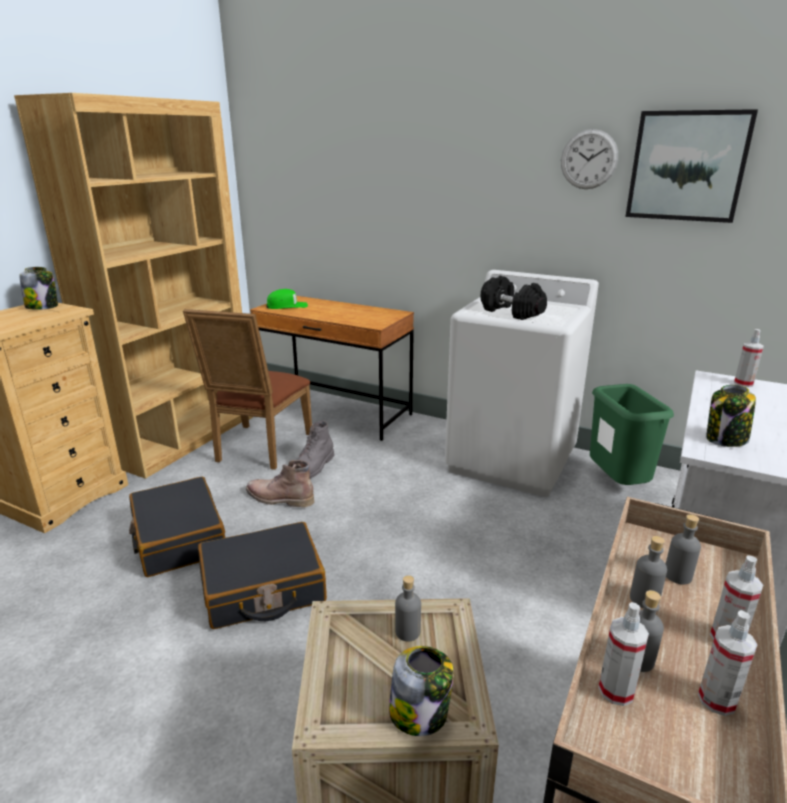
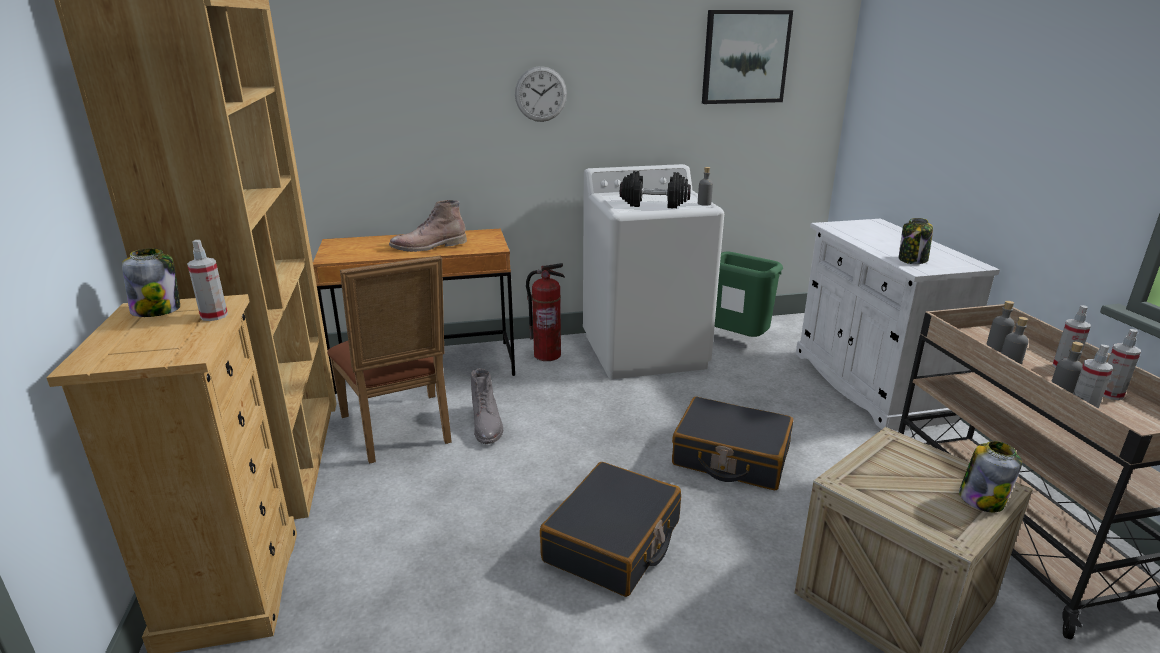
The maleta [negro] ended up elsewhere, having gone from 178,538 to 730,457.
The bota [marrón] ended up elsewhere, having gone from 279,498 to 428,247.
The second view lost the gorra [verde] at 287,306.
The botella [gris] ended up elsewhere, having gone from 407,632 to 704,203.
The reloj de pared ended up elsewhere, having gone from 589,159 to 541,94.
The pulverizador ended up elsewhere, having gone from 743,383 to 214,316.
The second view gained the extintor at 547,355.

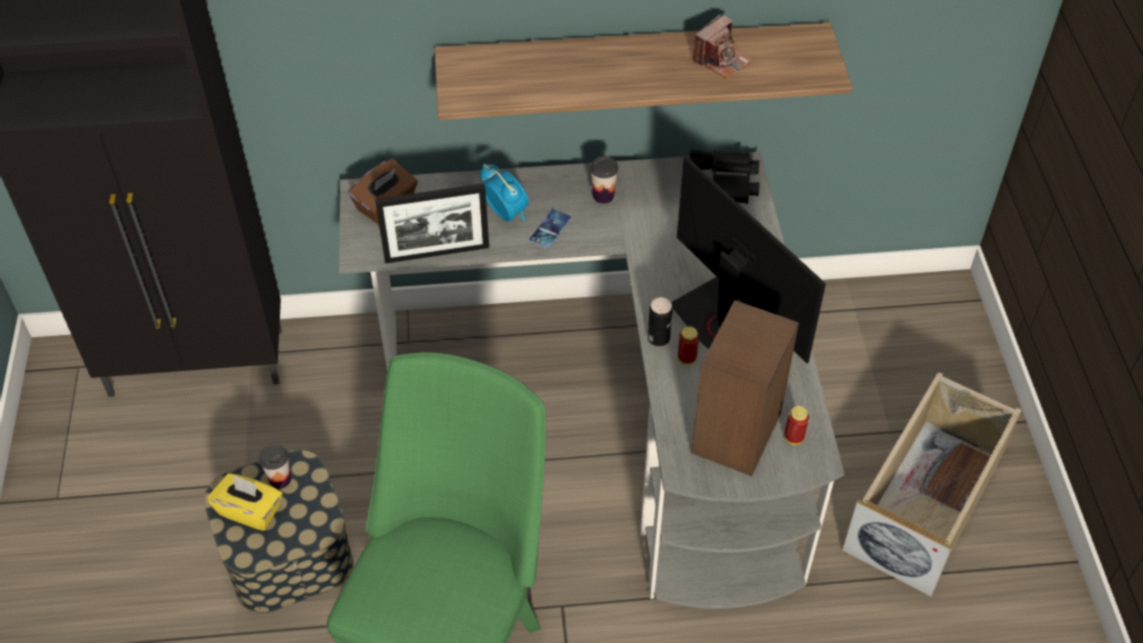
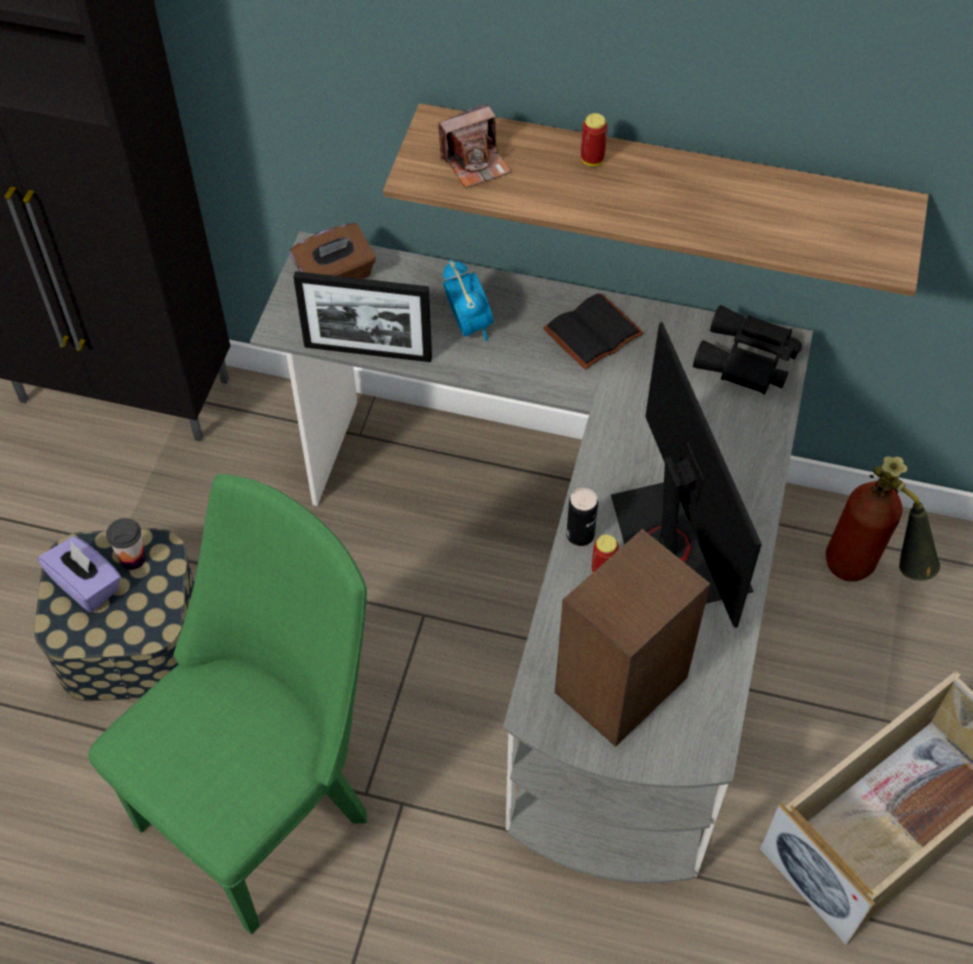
What was the caja de pañuelos [amarillo] at 250,511 turned into the caja de pañuelos [morado] at 87,585.
The second view lost the móvil at 550,229.
Where the taza stood at 603,196, the libro [negro] came to stand at 593,335.
The cámara ended up elsewhere, having gone from 721,60 to 475,162.
The lata ended up elsewhere, having gone from 793,438 to 592,160.
The second view gained the extintor at 867,575.

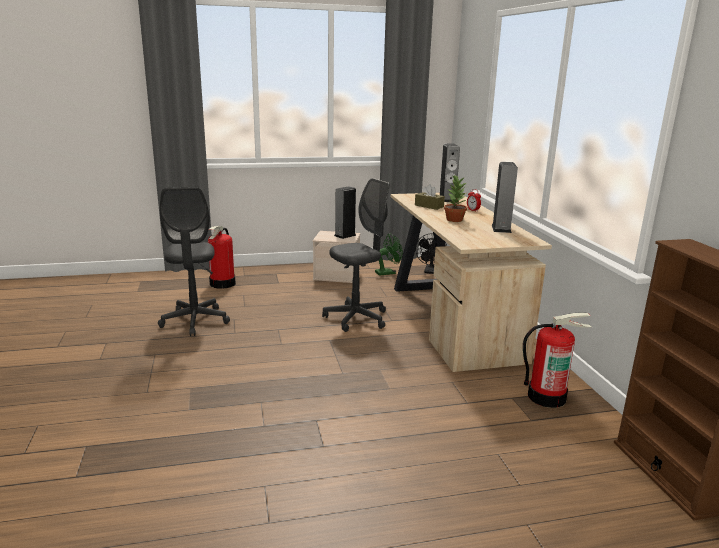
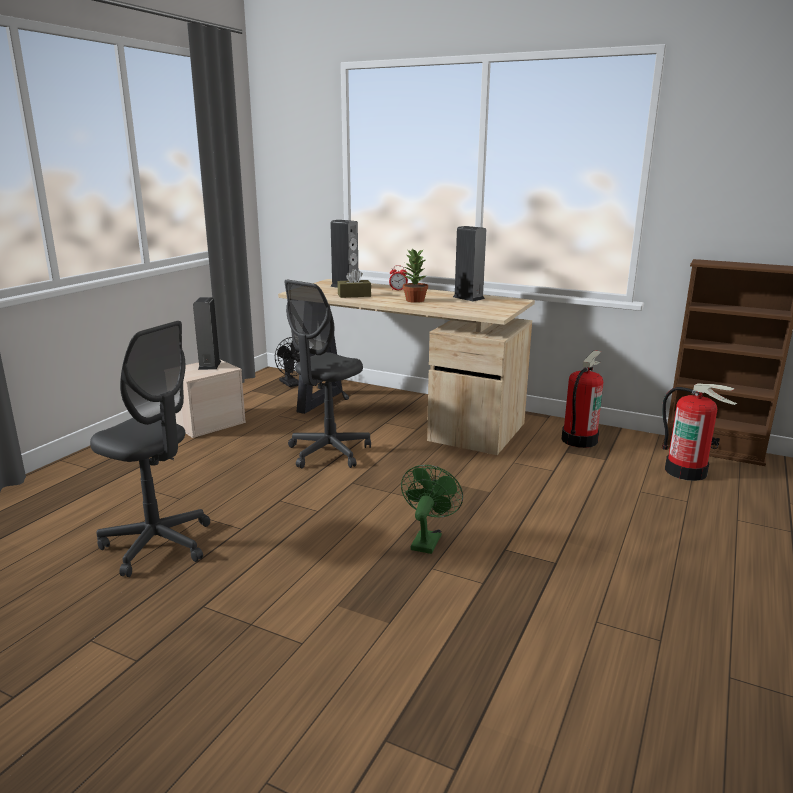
The extintor ended up elsewhere, having gone from 223,284 to 686,471.
The silla de oficina [gris] at 356,318 ended up facing another way, 150 degrees counterclockwise from before.
The ventilador [verde] ended up elsewhere, having gone from 388,272 to 427,539.

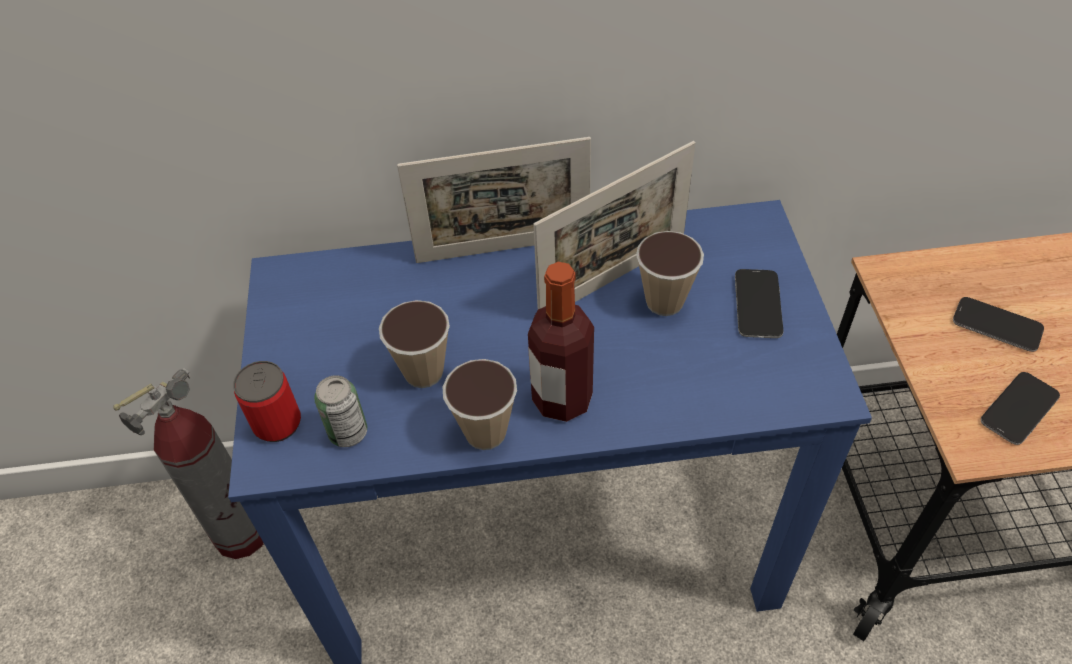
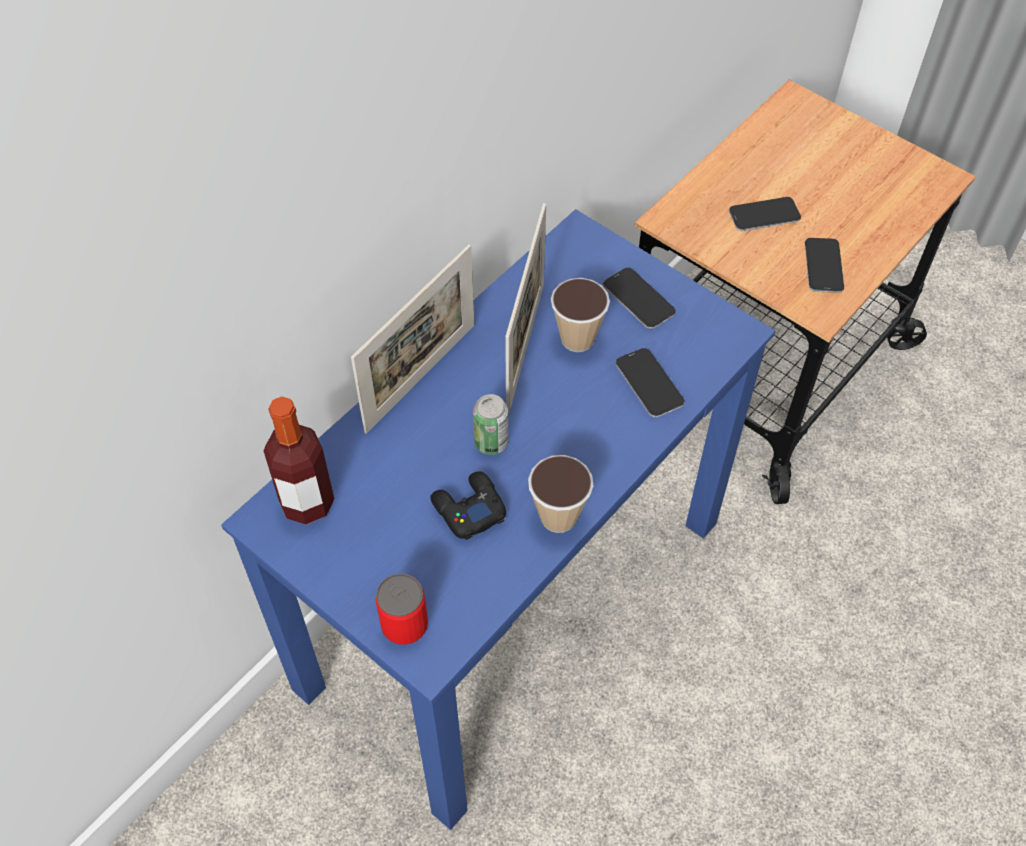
The second view lost the extintor at 242,533.
The lata ended up elsewhere, having gone from 348,432 to 491,442.
Where the taza stood at 423,372, the mando de consola [negro] came to stand at 468,509.
The botella ended up elsewhere, having gone from 562,399 to 307,503.
The second view gained the móvil at 649,383.

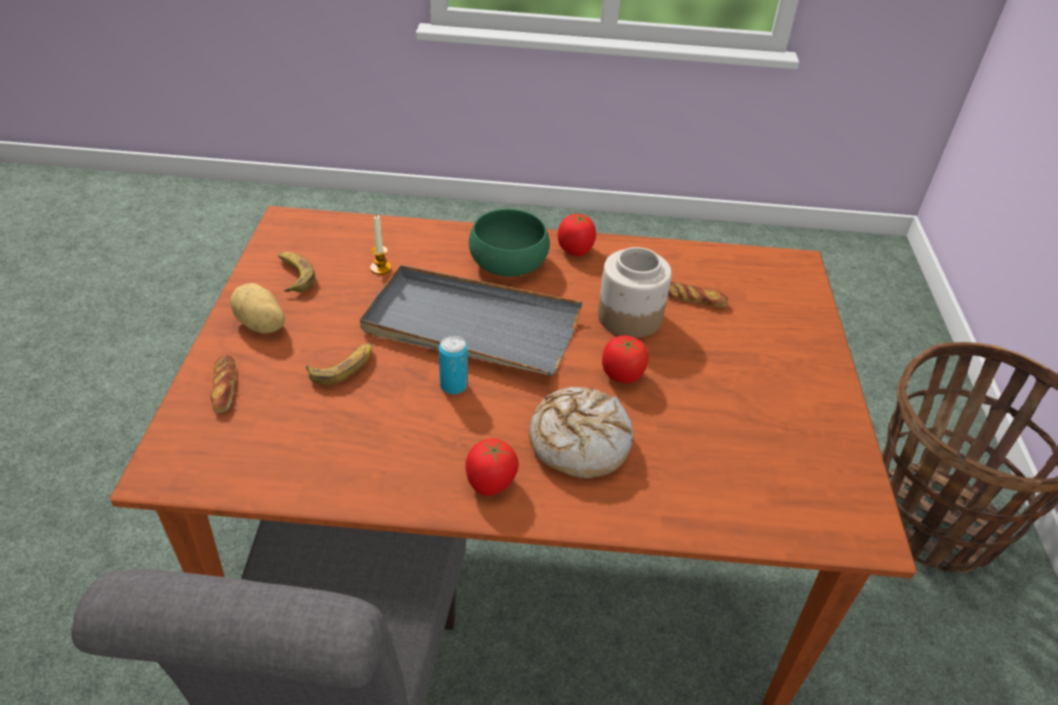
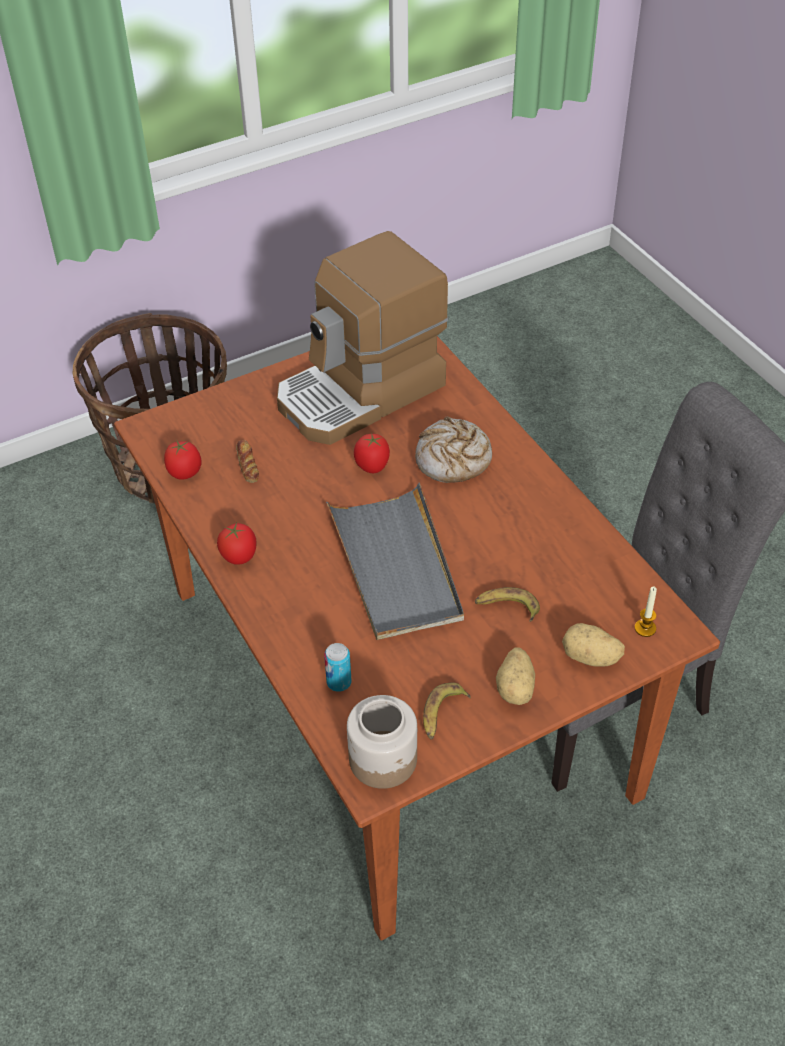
Where the pan stood at 224,387, the patata came to stand at 590,658.
The vela ended up elsewhere, having gone from 381,268 to 645,628.
The lata ended up elsewhere, having gone from 453,385 to 339,682.
The tomate ended up elsewhere, having gone from 490,483 to 185,472.
The second view lost the cuenco [verde] at 508,262.
The tarro ended up elsewhere, having gone from 629,317 to 384,760.
The second view gained the cafetera at 361,393.

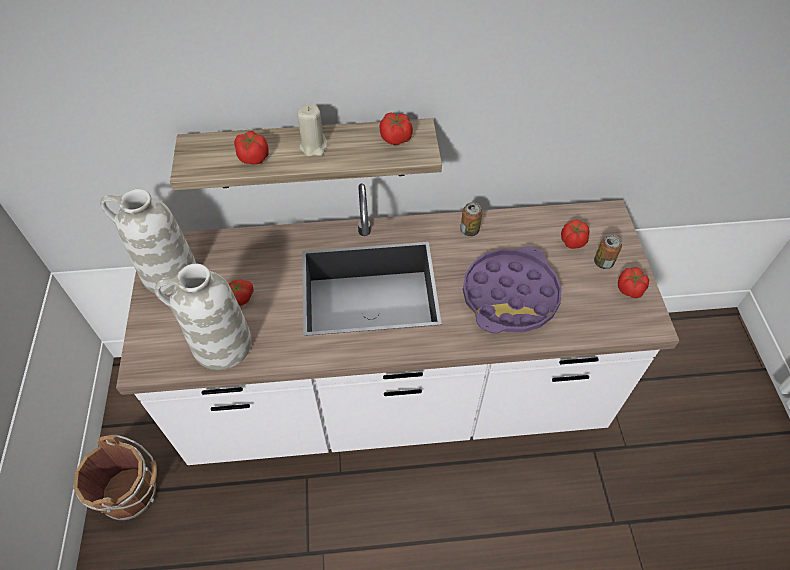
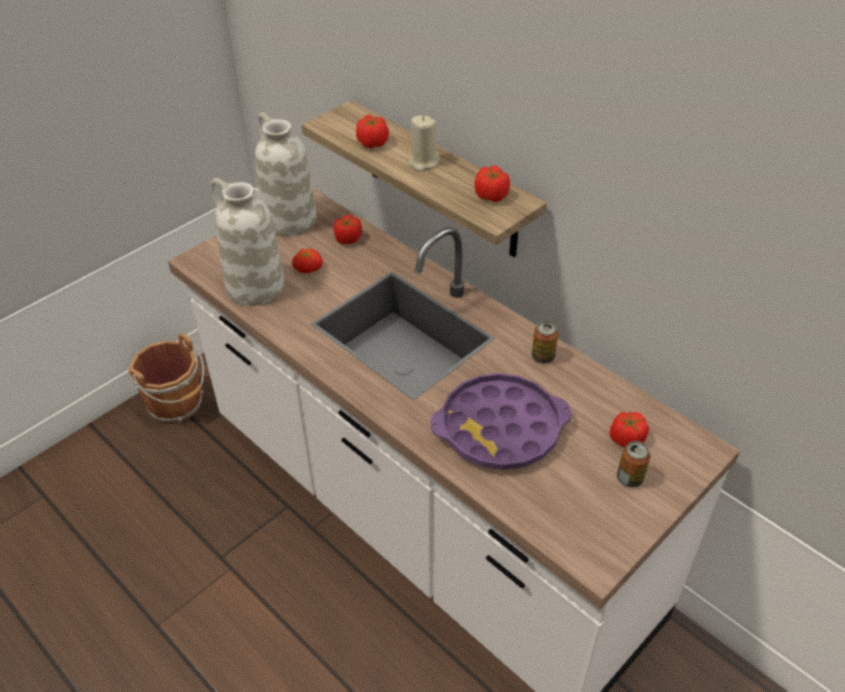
The tomate ended up elsewhere, having gone from 630,289 to 348,239.

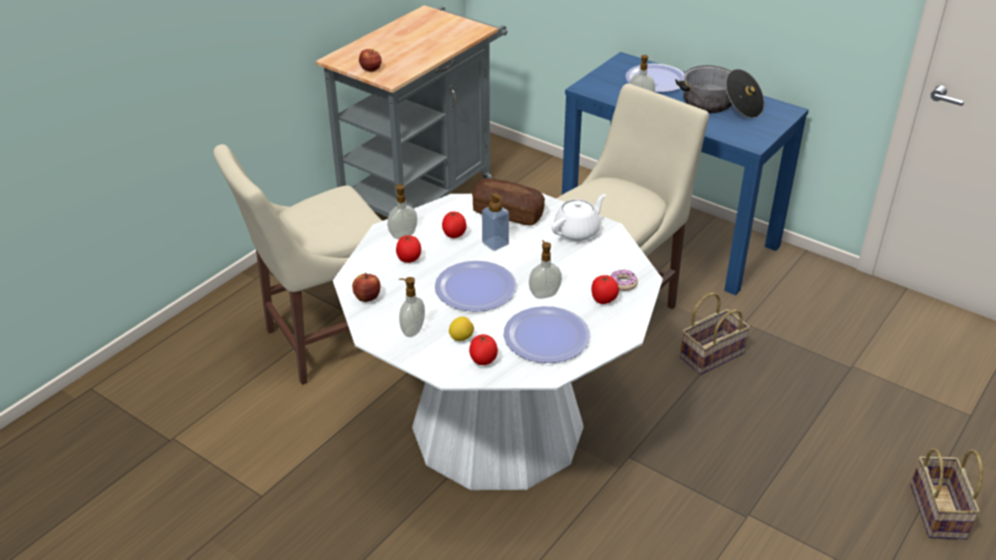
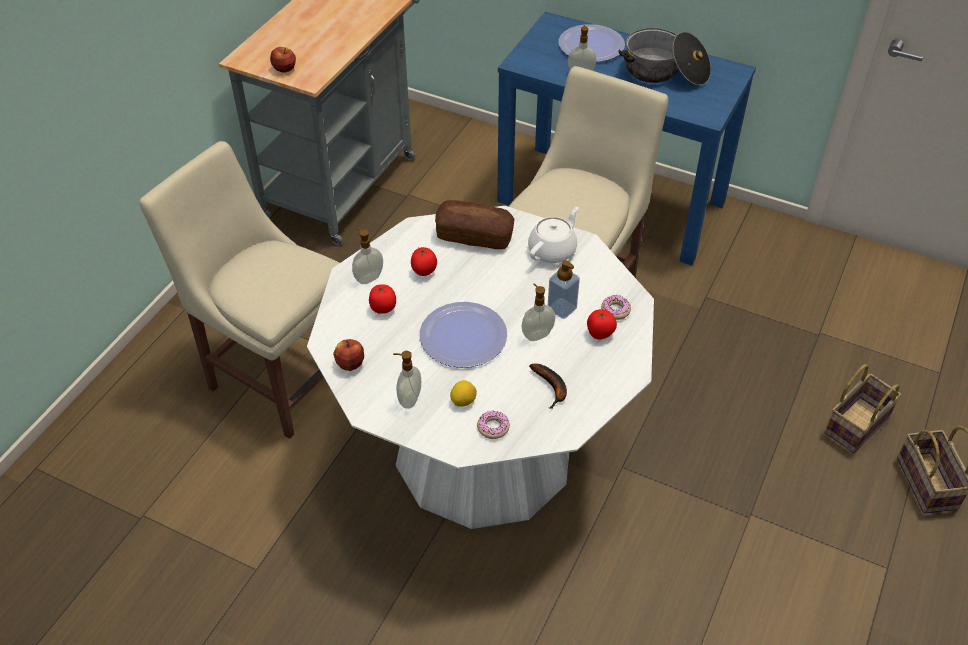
The silla [beis] at 323,341 ended up facing another way, 75 degrees clockwise from before.
Where the tomate stood at 483,361, the rosquilla came to stand at 493,427.
The dispensador de jabón ended up elsewhere, having gone from 495,243 to 562,308.
Where the plato stood at 546,337, the plátano came to stand at 552,387.
The cesta ended up elsewhere, having gone from 712,354 to 856,423.

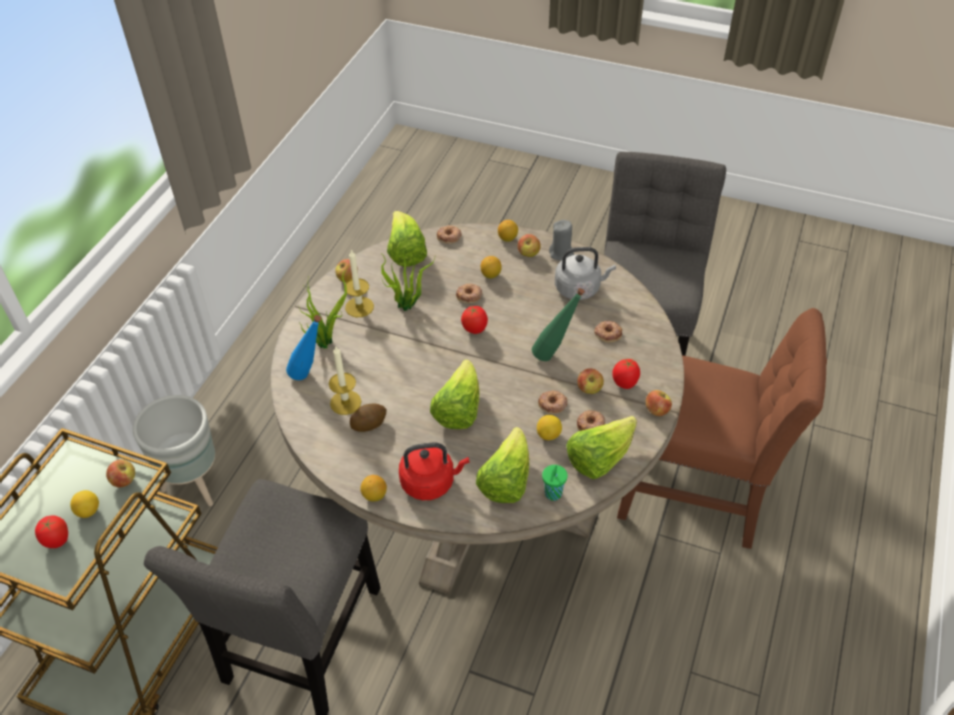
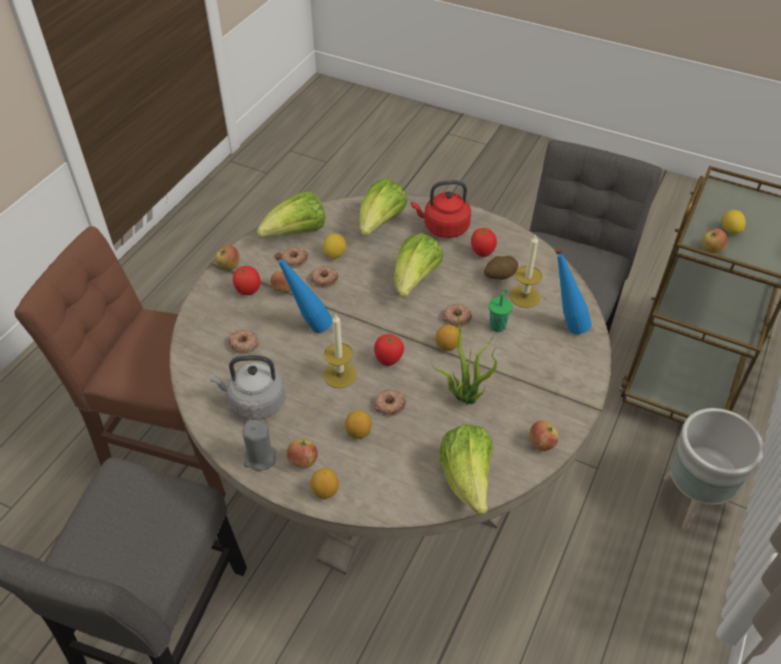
The tomate ended up elsewhere, having gone from 57,542 to 482,253.
The second view lost the planta en maceta at 325,340.
The vela ended up elsewhere, having gone from 359,307 to 340,375.
The limón ended up elsewhere, having gone from 374,495 to 447,346.
The rosquilla ended up elsewhere, having gone from 449,237 to 456,317.
What was the botella [verde] at 555,355 turned into the botella [azul] at 308,325.
The taza [verde] ended up elsewhere, having gone from 552,494 to 498,325.

